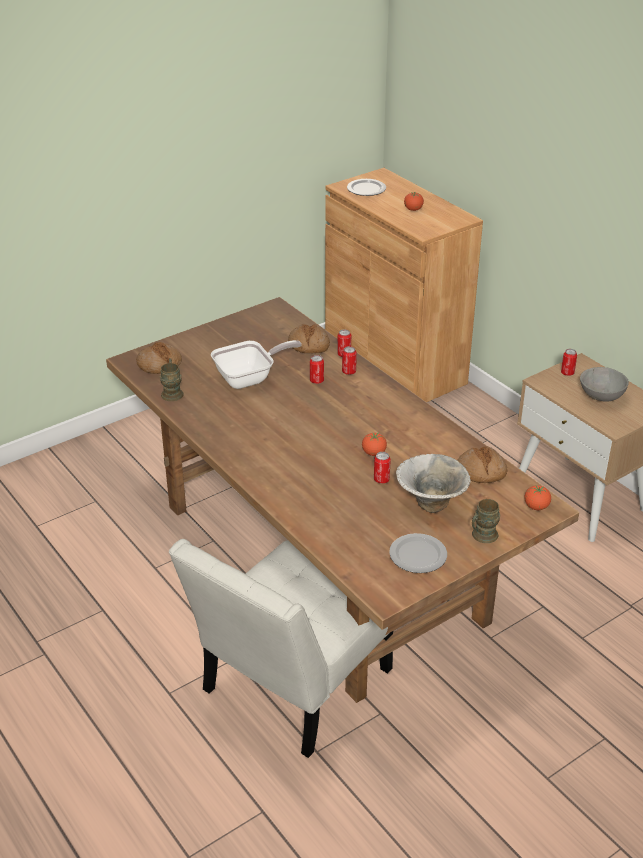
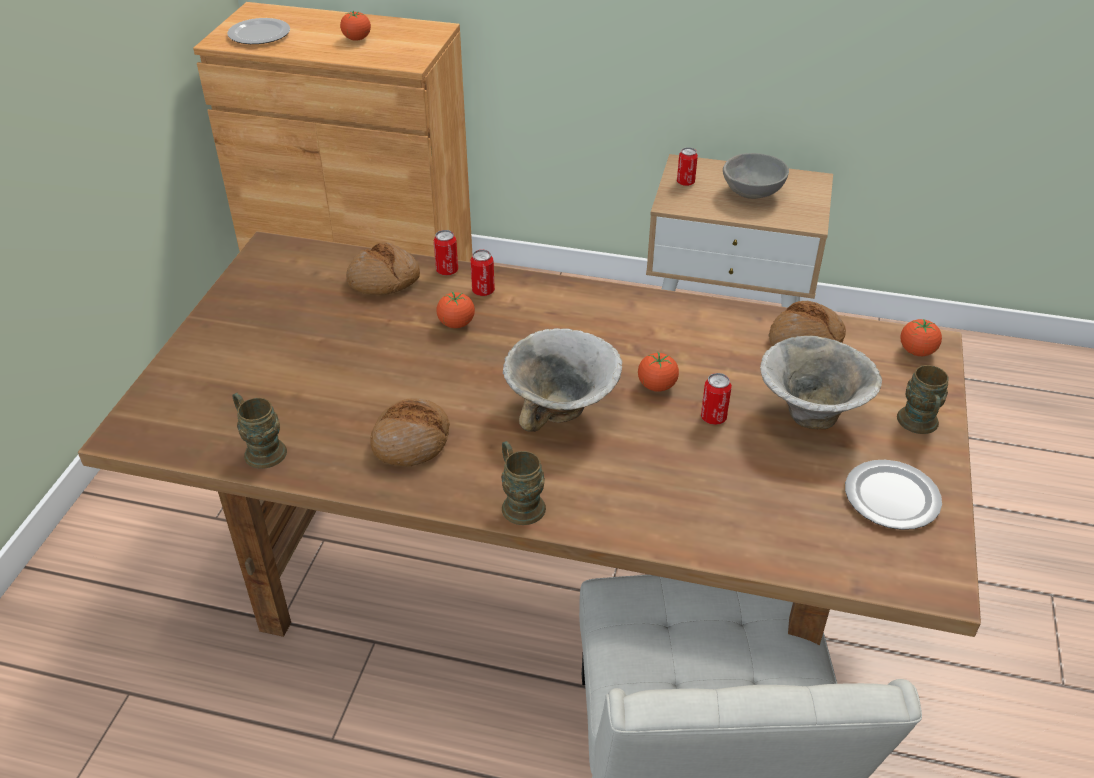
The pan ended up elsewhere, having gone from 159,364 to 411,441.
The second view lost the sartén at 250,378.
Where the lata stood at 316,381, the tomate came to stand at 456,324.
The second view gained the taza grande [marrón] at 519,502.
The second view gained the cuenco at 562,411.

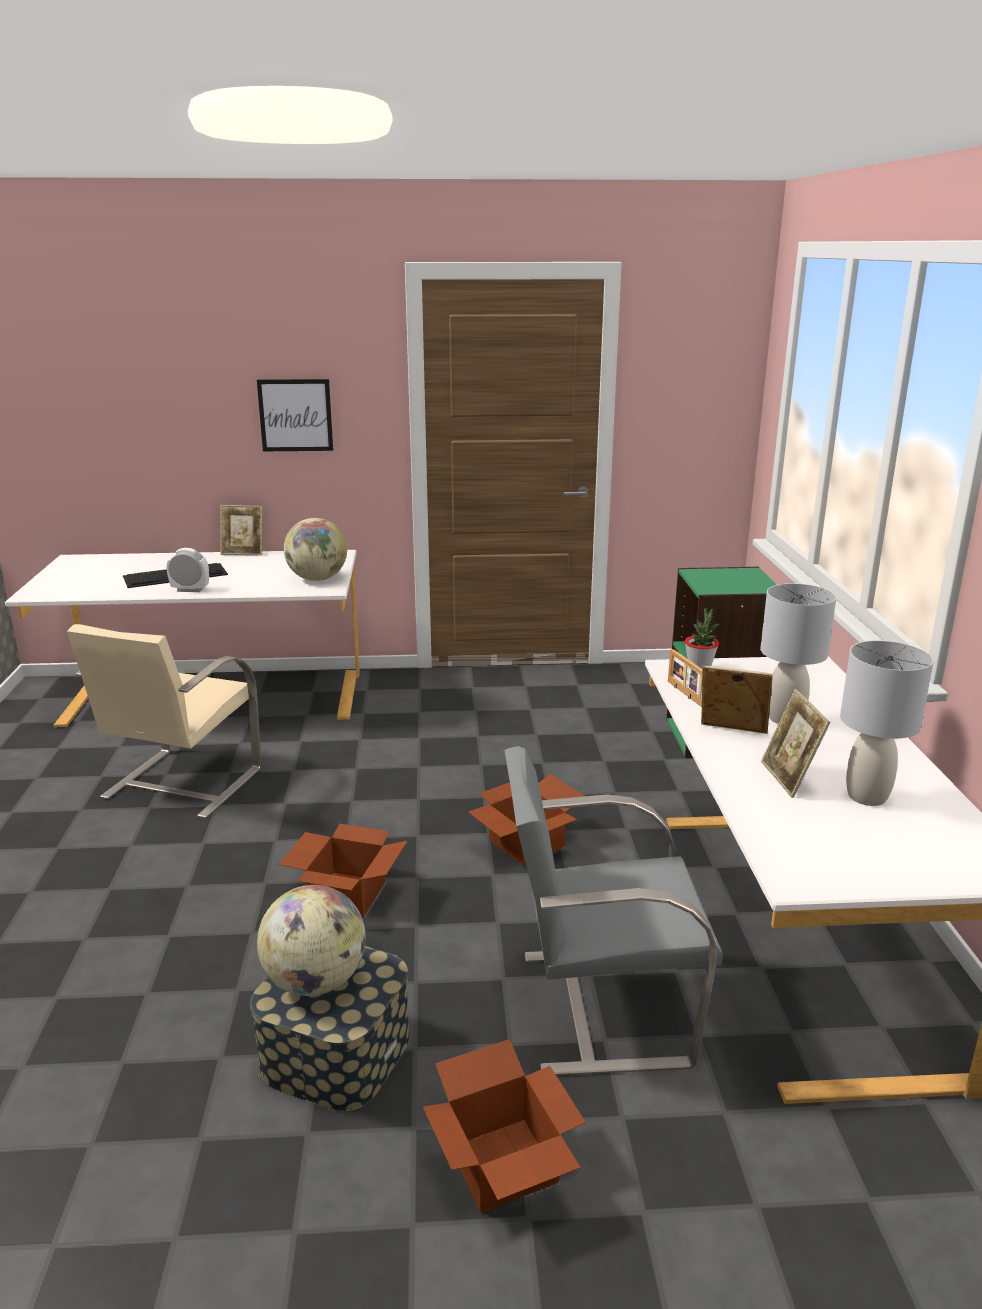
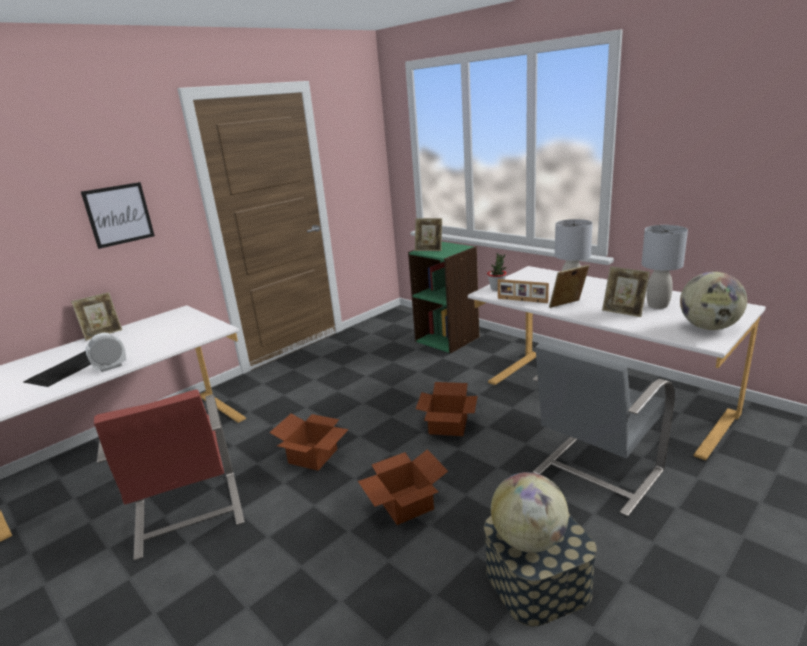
What was the silla [beis] at 180,784 turned into the silla [rojo] at 188,515.
The globo terráqueo ended up elsewhere, having gone from 317,579 to 708,327.
The caja de cartón ended up elsewhere, having gone from 502,1167 to 313,457.
The second view gained the portarretratos at 429,249.

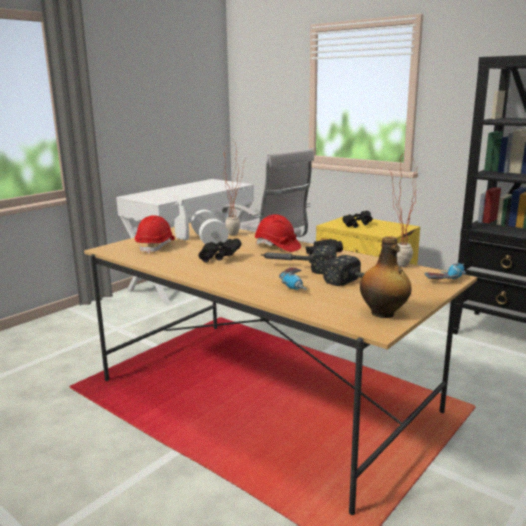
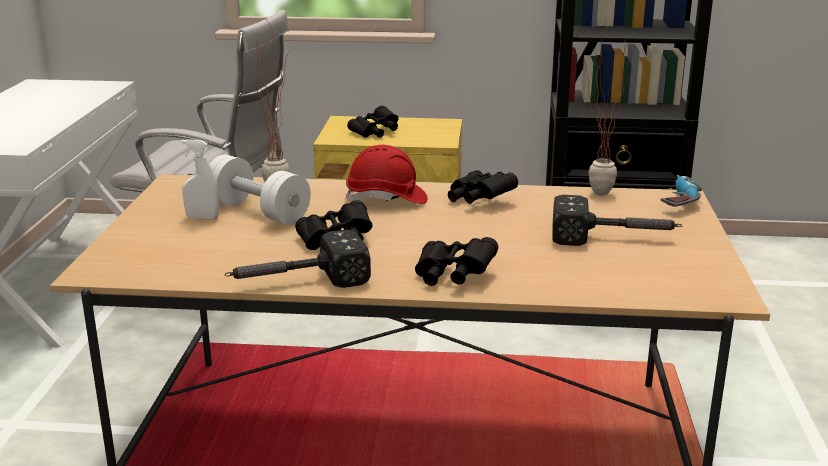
The second view lost the casco [rojo] at 156,246.
The martillo ended up elsewhere, having gone from 296,267 to 296,282.
The second view lost the taladro at 296,286.
The second view lost the botella at 383,313.
The second view gained the prismáticos [negro] at 452,276.

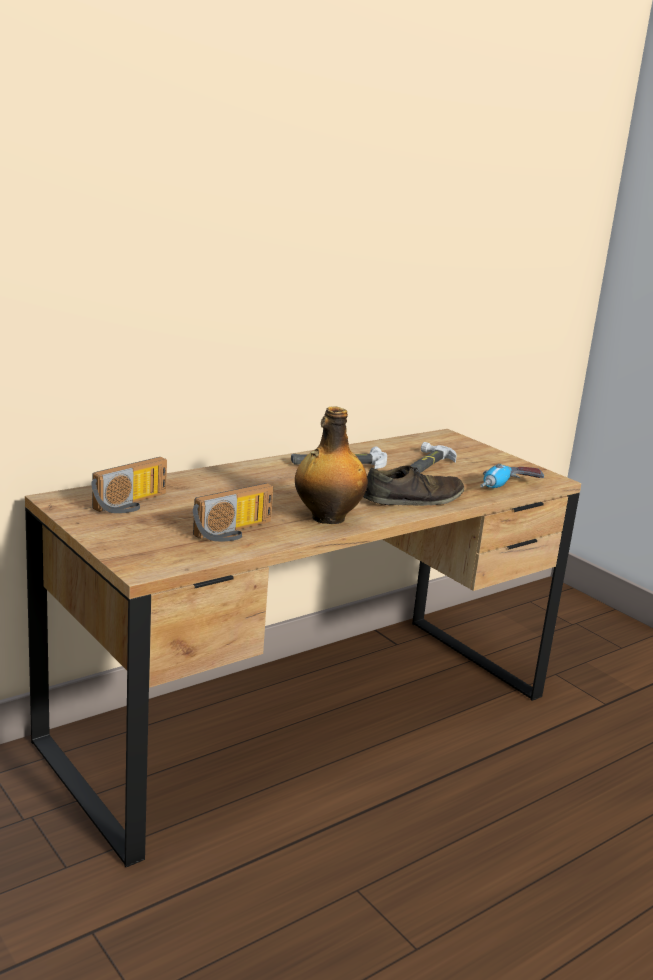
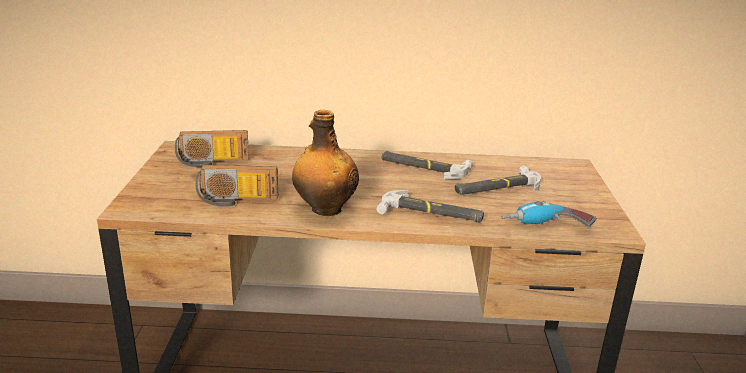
Where the zapato [marrón] stood at 414,499, the martillo came to stand at 431,213.

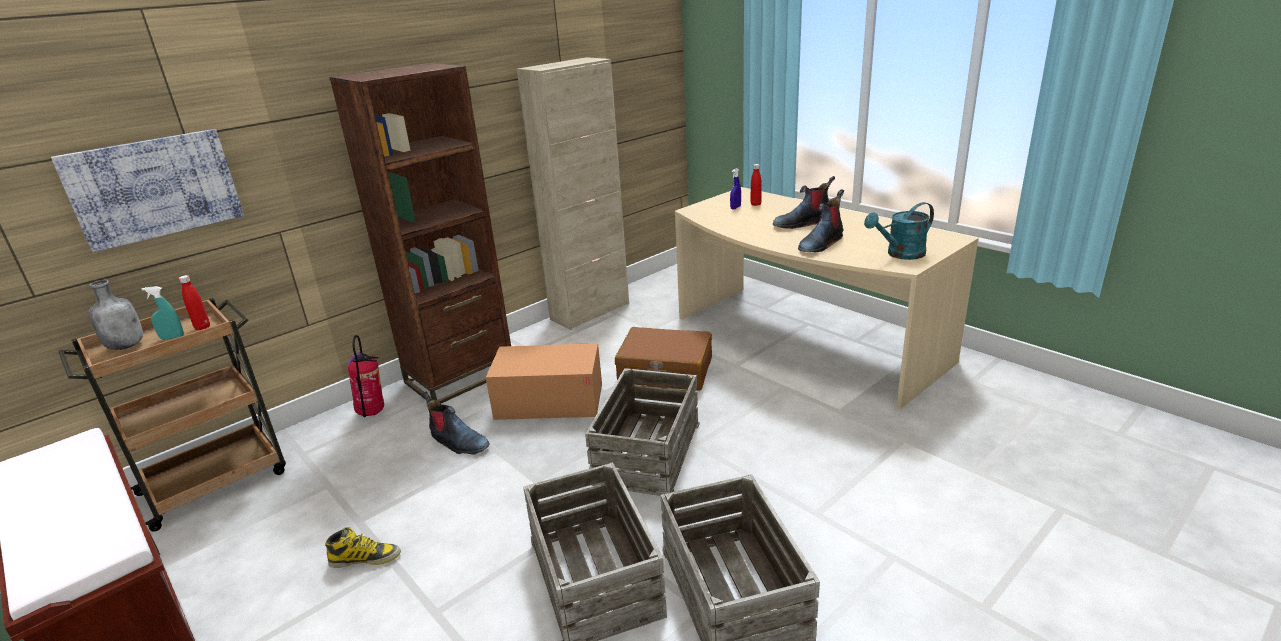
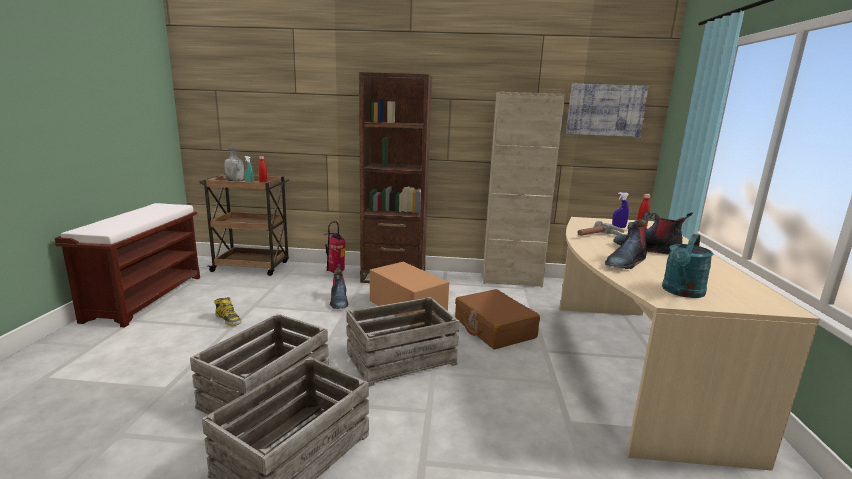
The cuadro ended up elsewhere, having gone from 154,188 to 605,110.
The bota at 820,244 ended up facing another way, 45 degrees counterclockwise from before.
The regadera [turquesa] at 900,254 ended up facing another way, 75 degrees counterclockwise from before.
The second view gained the martillo at 599,236.

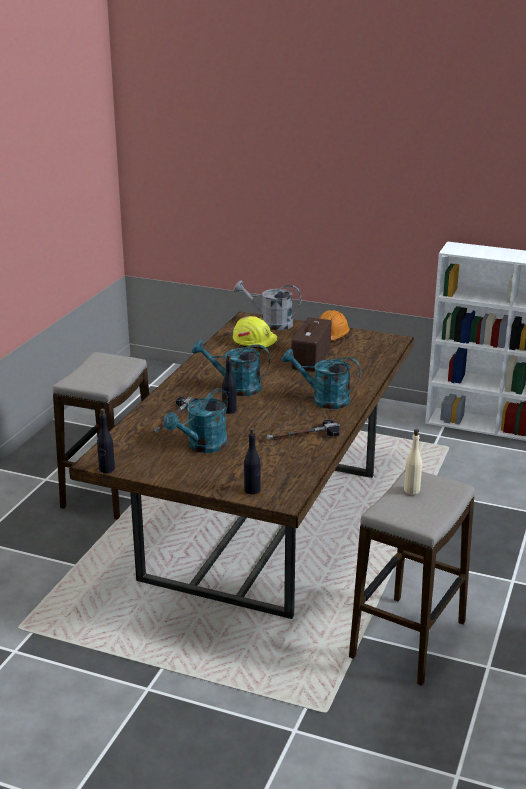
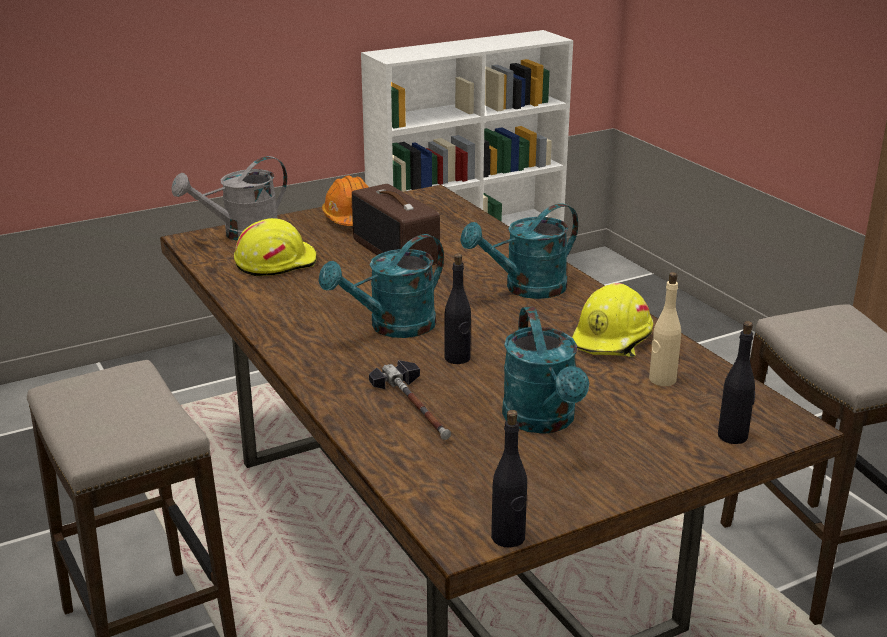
Where the martillo stood at 304,436, the casco [amarillo] came to stand at 612,339.
The botella [beis] ended up elsewhere, having gone from 411,490 to 662,380.

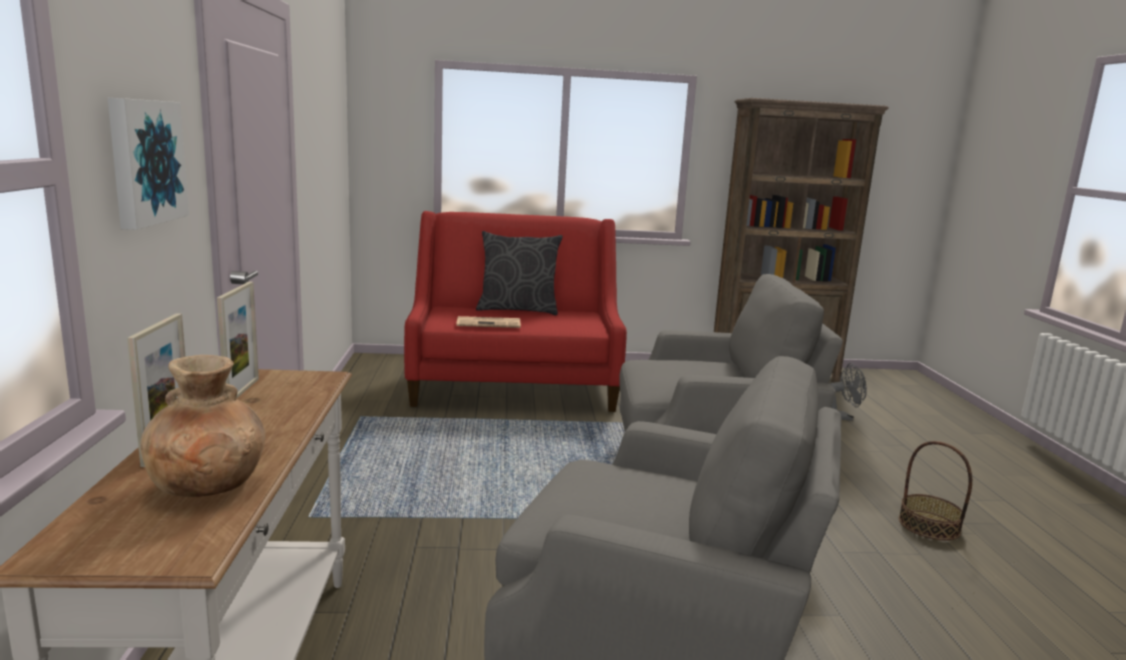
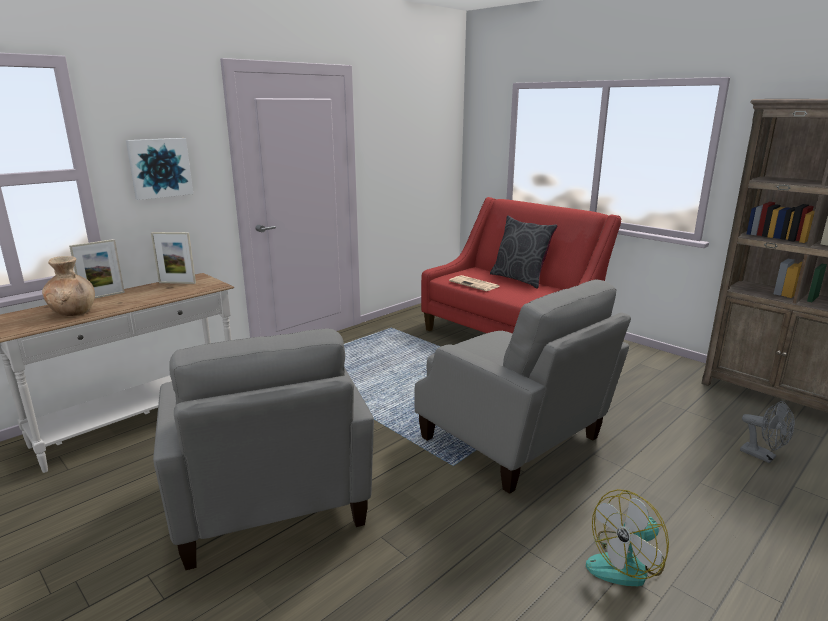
The portarretratos at 242,391 ended up facing another way, 45 degrees clockwise from before.
Where the cesta stood at 929,525, the ventilador came to stand at 627,564.

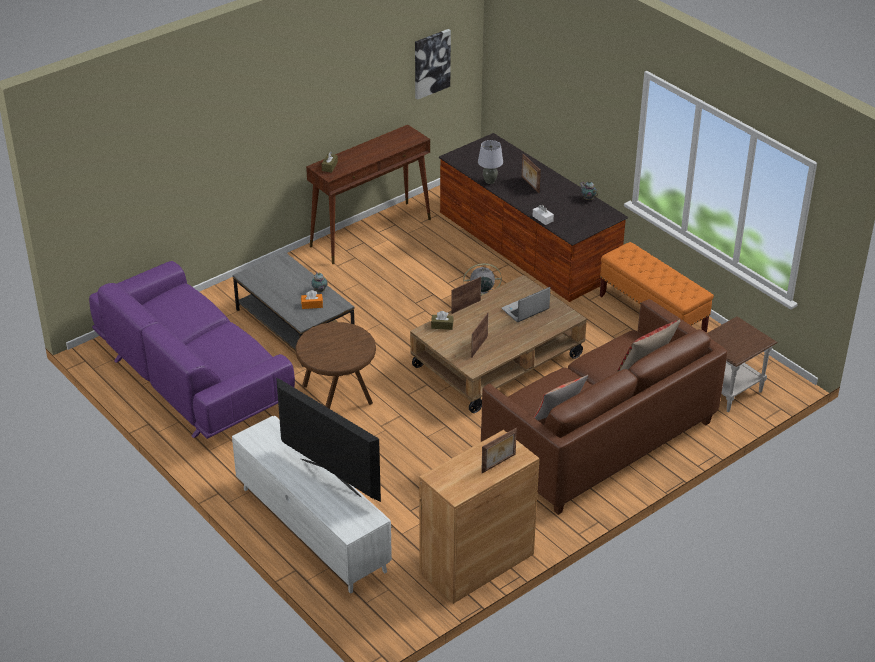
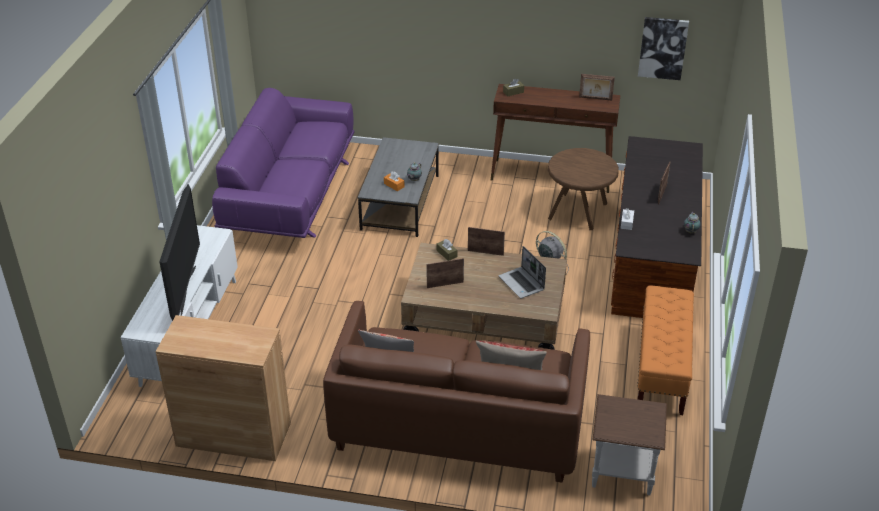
The mesa auxiliar [marrón] ended up elsewhere, having gone from 337,394 to 578,211.
The second view lost the lámpara de mesa [gris] at 490,181.
The portarretratos ended up elsewhere, having gone from 499,464 to 595,99.
The portátil at 525,310 ended up facing another way, 135 degrees counterclockwise from before.

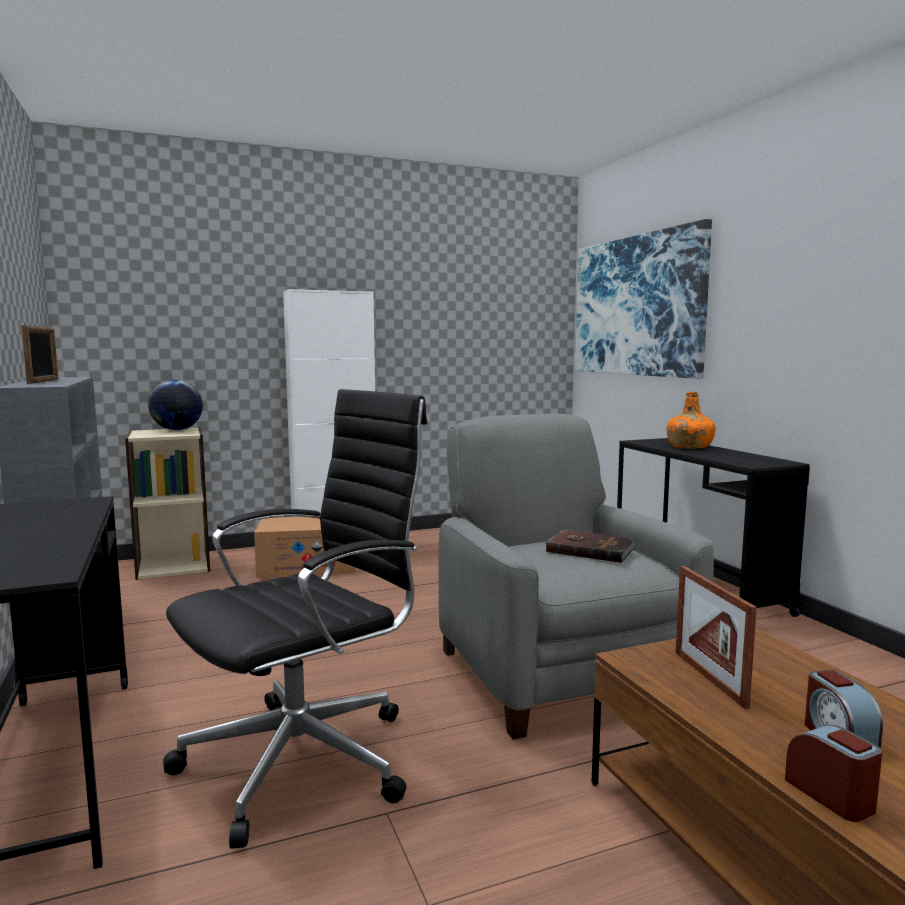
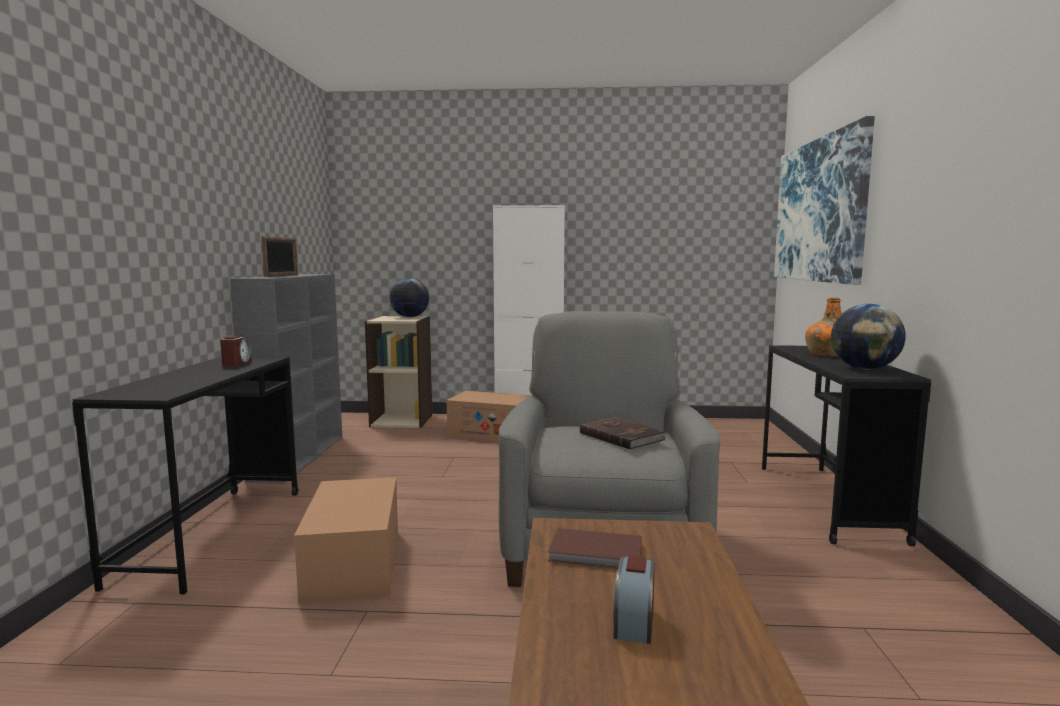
Where the silla de oficina [negro] stood at 306,759, the caja de cartón came to stand at 354,563.
Where the portarretratos stood at 709,678, the libro [marrón] came to stand at 597,554.
The despertador ended up elsewhere, having gone from 831,795 to 236,363.
The second view gained the globo terráqueo at 864,368.

